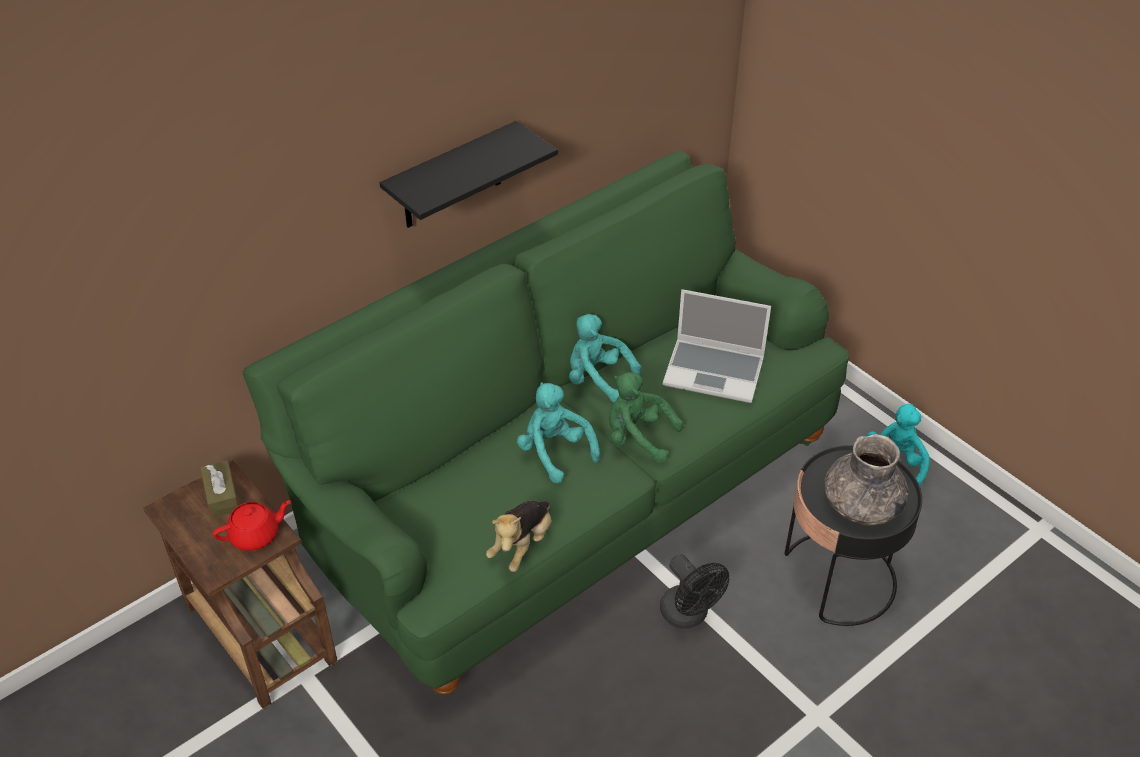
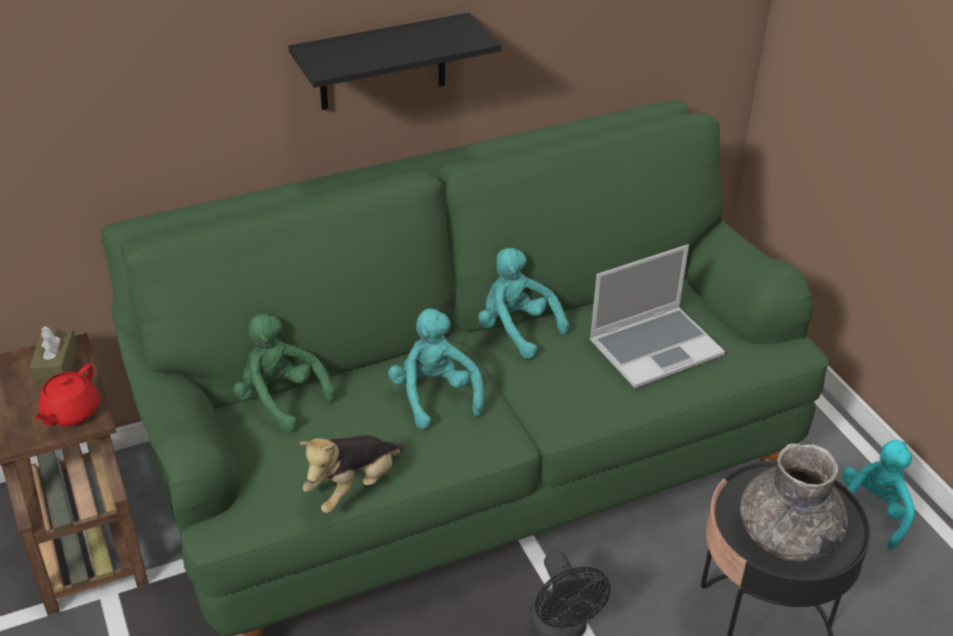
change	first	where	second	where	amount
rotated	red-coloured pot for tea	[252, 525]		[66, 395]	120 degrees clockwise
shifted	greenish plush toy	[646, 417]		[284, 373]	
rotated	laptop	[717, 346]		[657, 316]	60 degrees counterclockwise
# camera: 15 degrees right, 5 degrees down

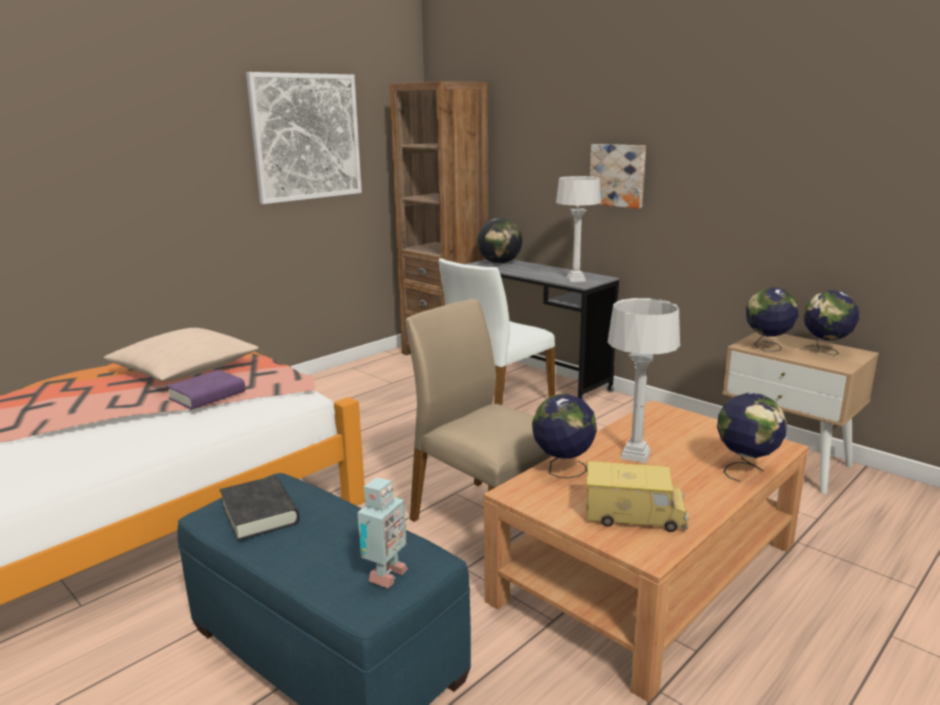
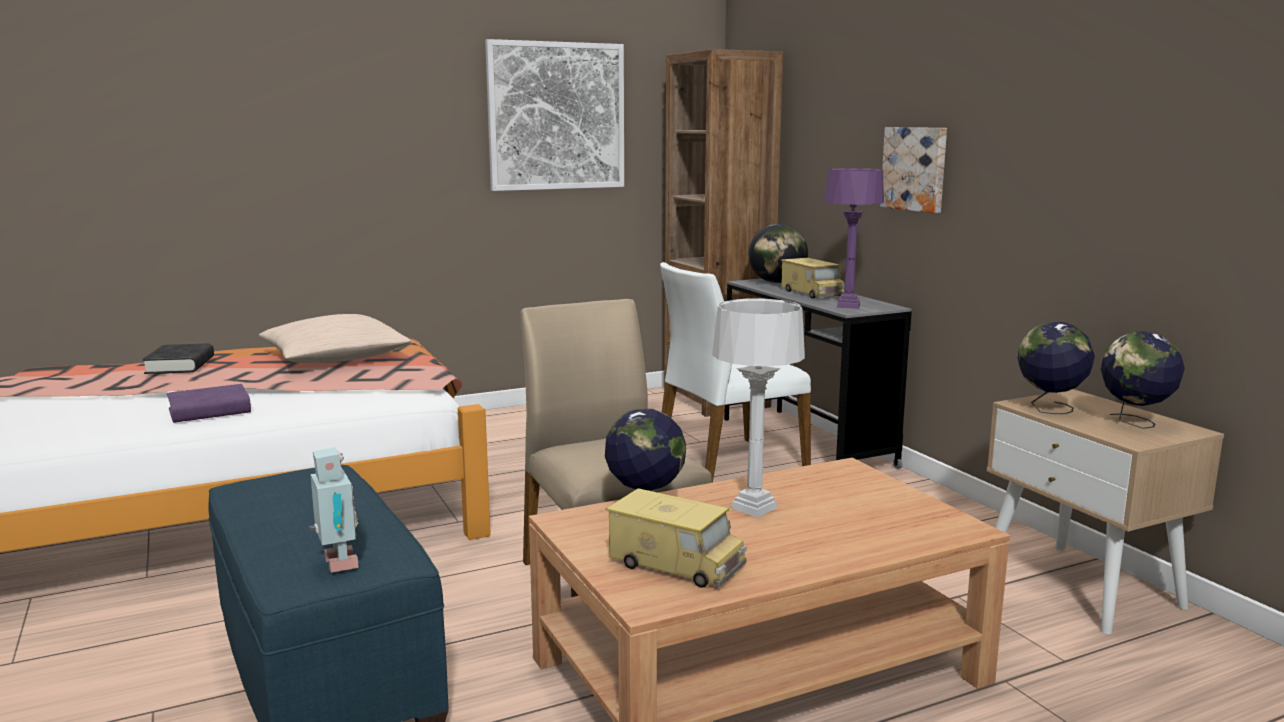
change	first	where	second	where	amount
shifted	black bound book	[259, 508]		[178, 359]	
shifted	purplish bound book	[206, 390]		[209, 403]	
rotated	model robot	[382, 532]		[334, 510]	75 degrees counterclockwise
new			model truck	[813, 278]	
repainted	grey lamp for a table	[578, 229]	purplish lamp for a table	[853, 238]	
gone	globe	[752, 437]			
# camera: 20 degrees right, 5 degrees down

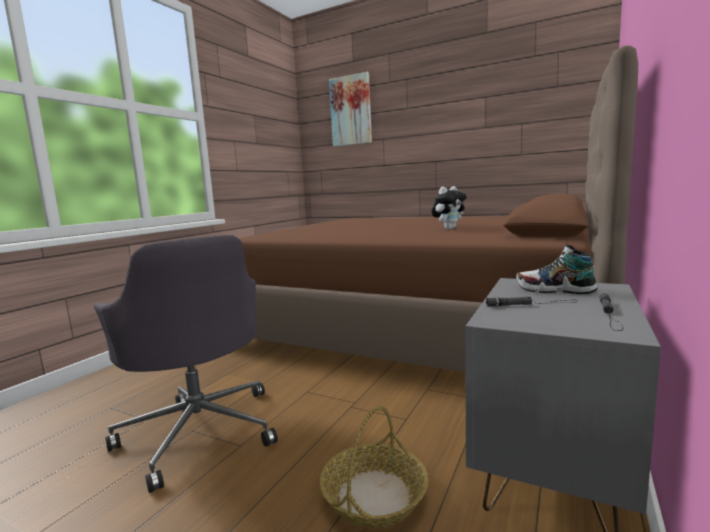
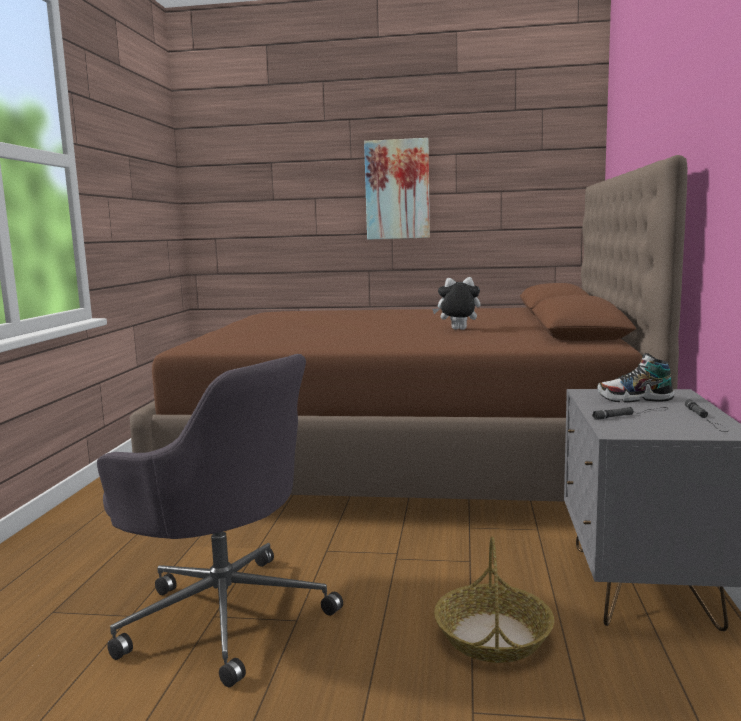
change	first	where	second	where	amount
shifted	wall art	[350, 109]		[397, 189]	
rotated	plush toy	[449, 208]		[456, 303]	120 degrees counterclockwise
# camera: 20 degrees left, 0 degrees up

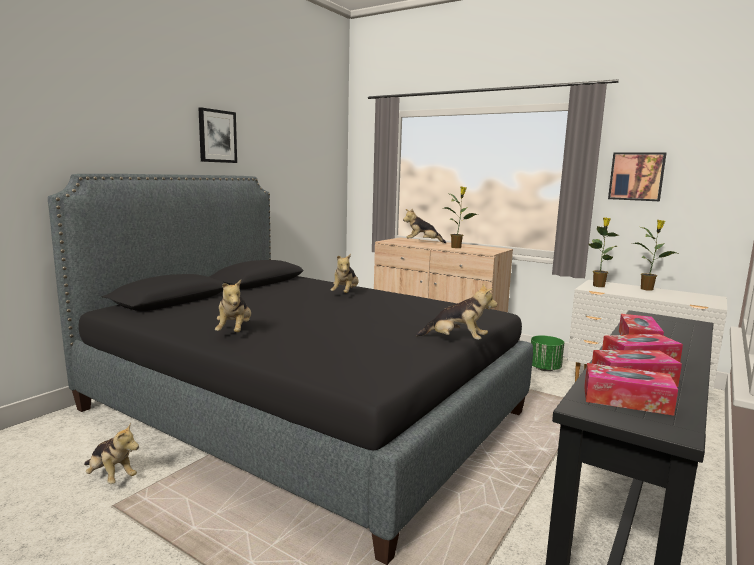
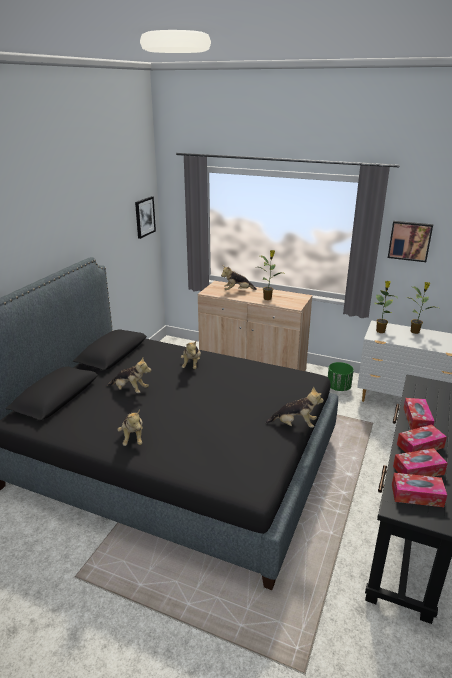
change	first	where	second	where	amount
shifted	plush toy	[111, 453]		[129, 375]	
shifted	wall art	[217, 135]		[145, 217]	
# camera: 10 degrees left, 15 degrees up

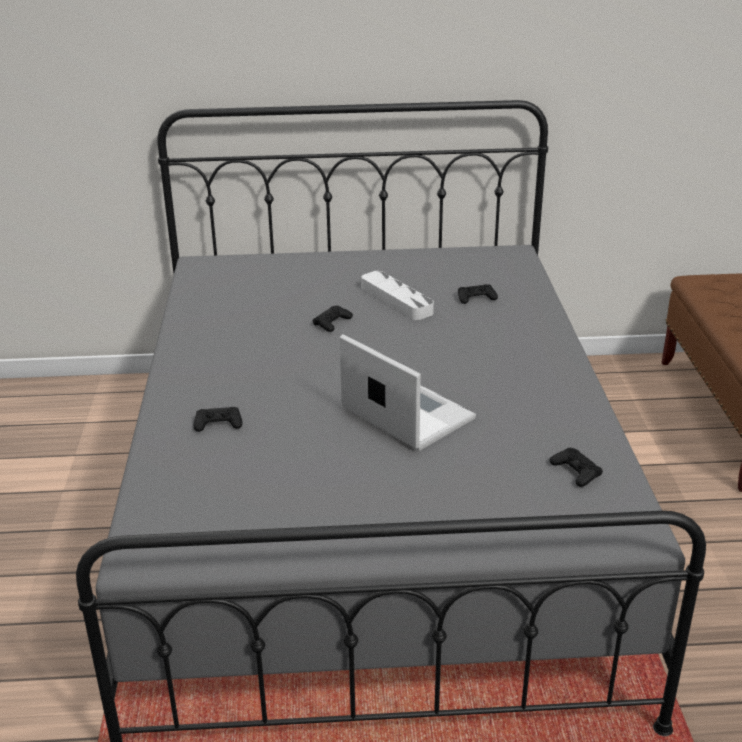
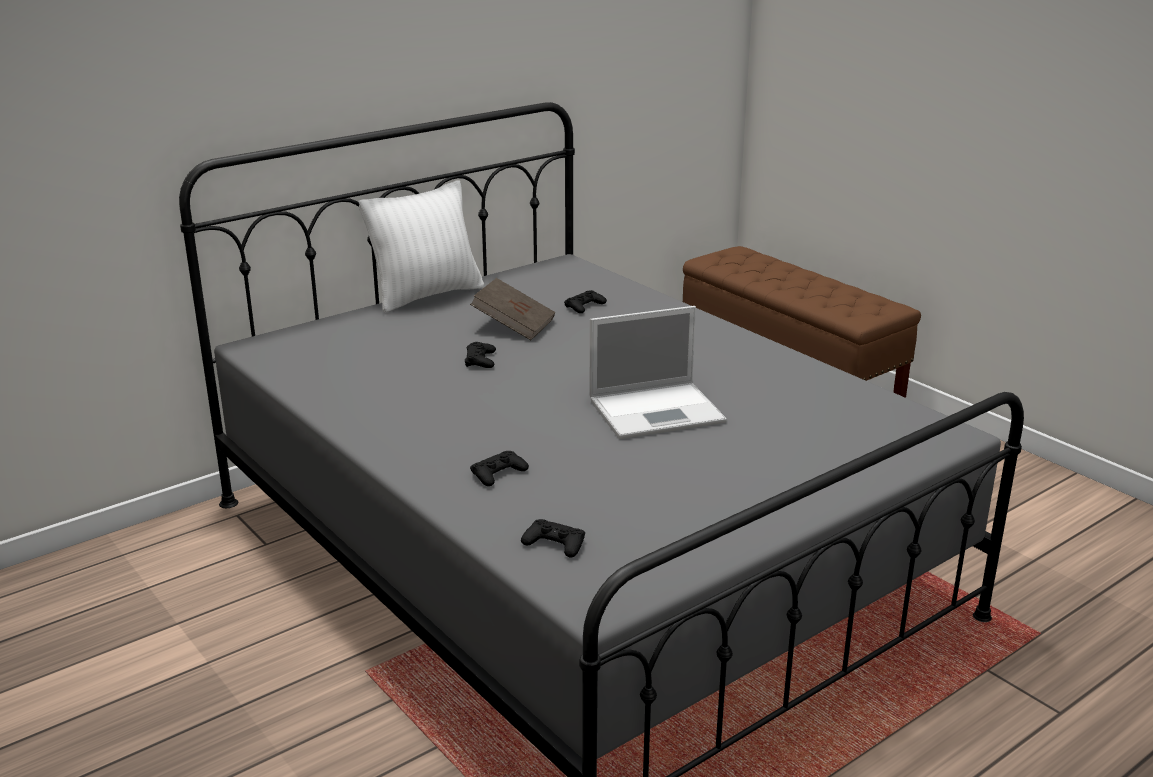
change	first	where	second	where	amount
new			whitish throw pillow	[421, 246]	
swapped	whitish serving tray	[397, 295]	brown bound book	[512, 309]	
shifted	black game controller	[576, 467]		[553, 538]	
rotated	laptop	[408, 392]		[658, 372]	150 degrees clockwise
# camera: 35 degrees left, 5 degrees down

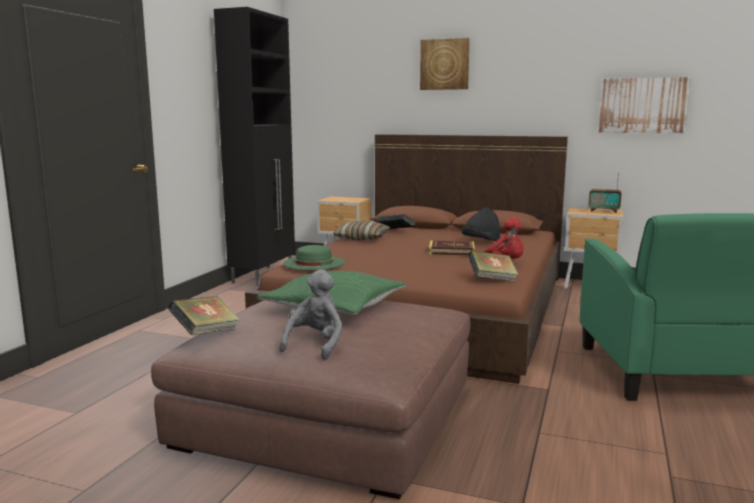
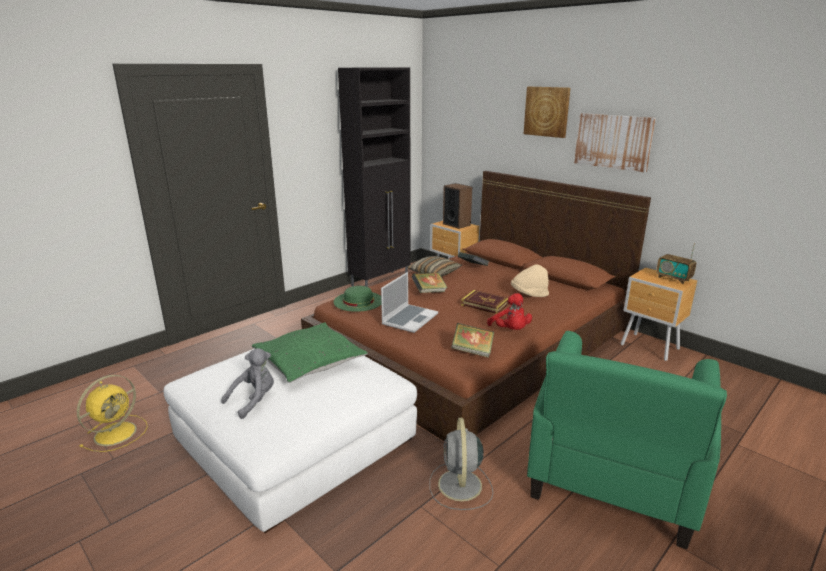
change	first	where	second	where	amount
new			yellow-coloured cooling fan	[112, 413]	
repainted	brown footrest	[310, 399]	whitish footrest	[290, 441]	
new			laptop	[409, 302]	
shifted	bound book	[204, 315]		[430, 283]	
new			grey cooling fan	[461, 464]	
new			speaker	[457, 206]	
repainted	black wearable hat	[481, 224]	beige wearable hat	[530, 280]	
shifted	wall art	[645, 105]		[615, 142]	
# camera: 25 degrees right, 10 degrees up

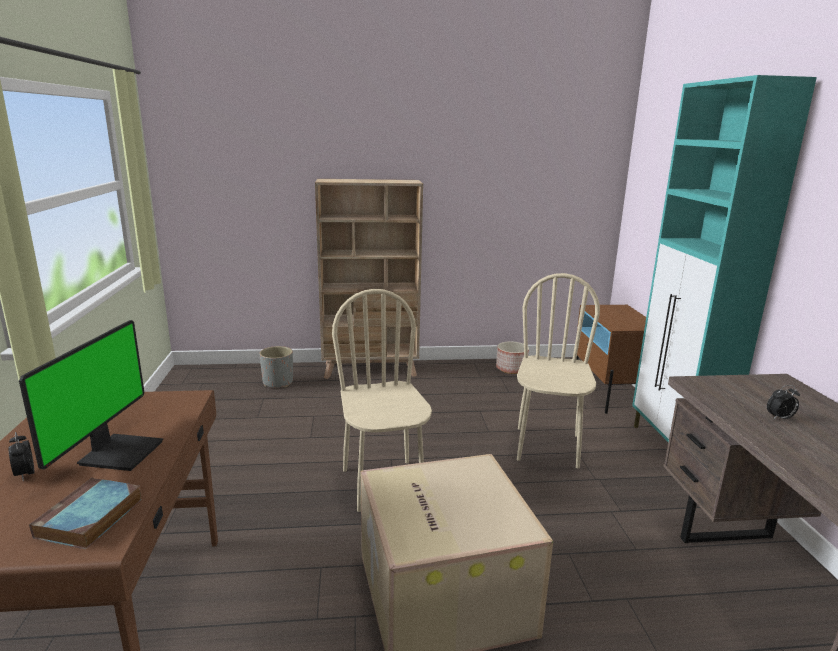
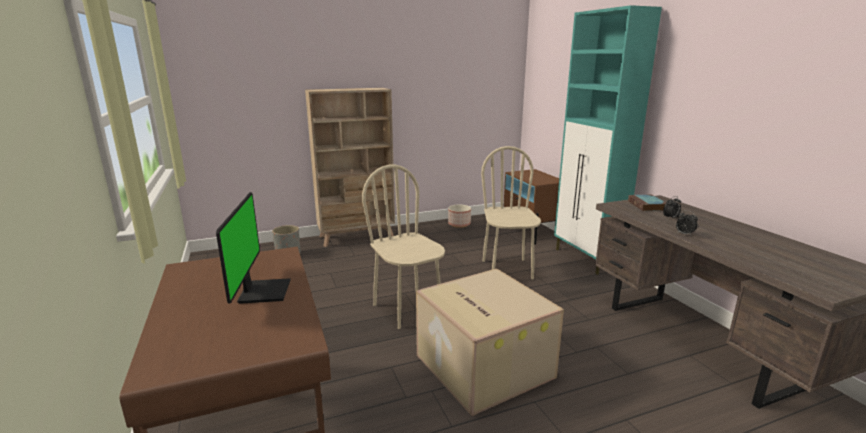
change	first	where	second	where	amount
shifted	bound book	[85, 513]		[647, 203]	
shifted	table clock	[22, 456]		[687, 222]	
# camera: 15 degrees left, 0 degrees up

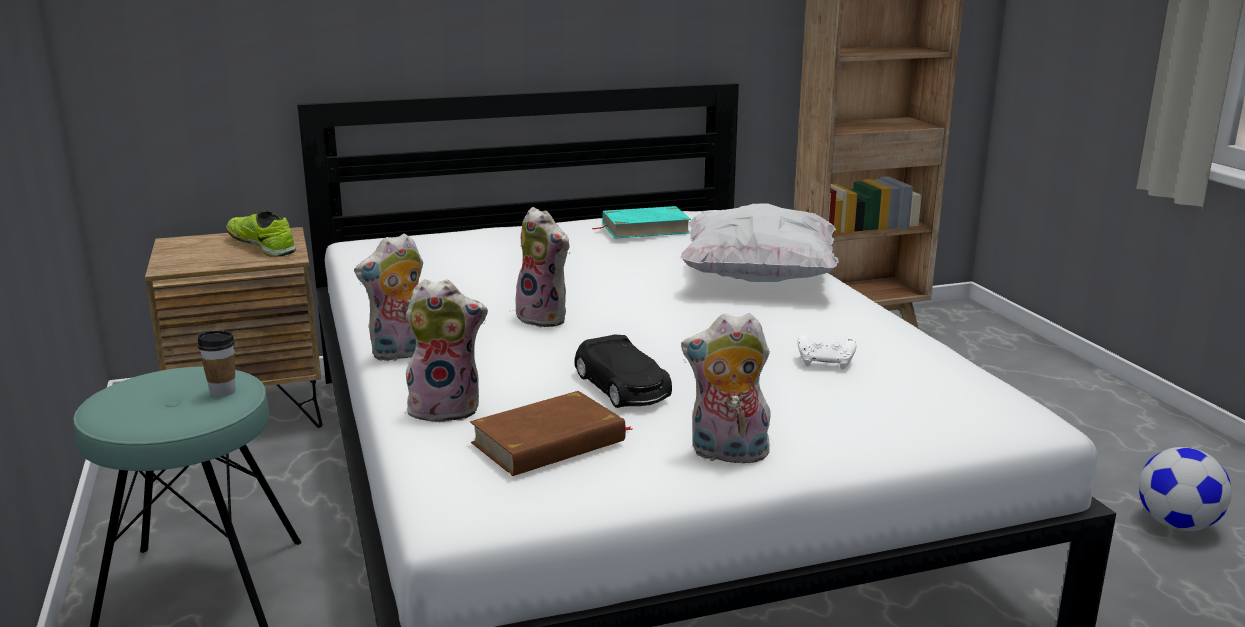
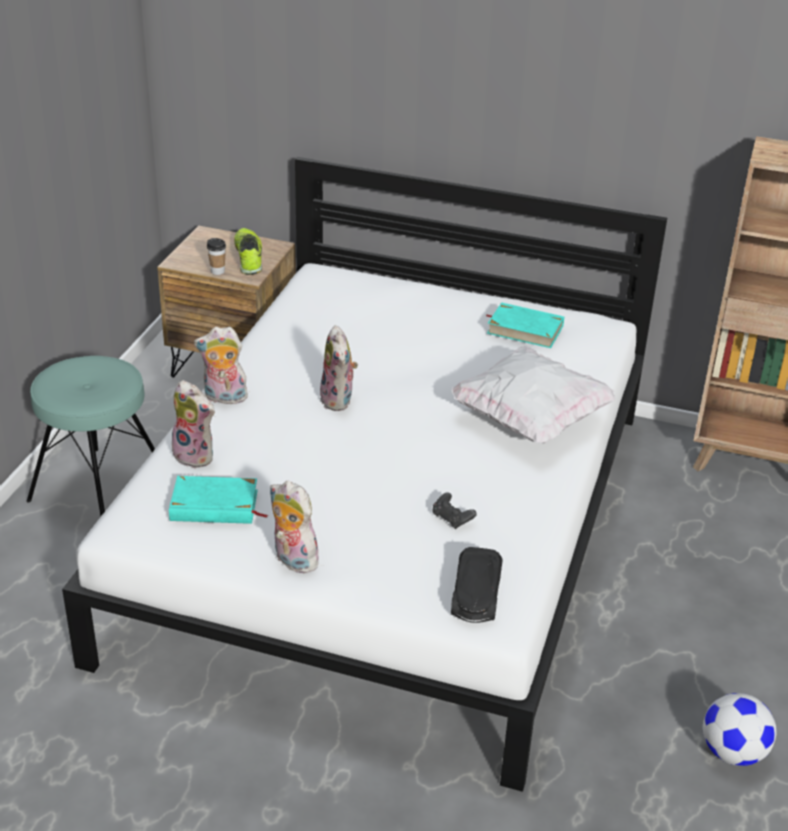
change	first	where	second	where	amount
repainted	brown bound book	[551, 433]	turquoise bound book	[218, 500]	
shifted	small cup	[216, 364]		[216, 256]	
repainted	whitish game controller	[827, 352]	black game controller	[455, 510]	
shifted	black toy car	[623, 371]		[476, 585]	
# camera: 35 degrees right, 15 degrees up

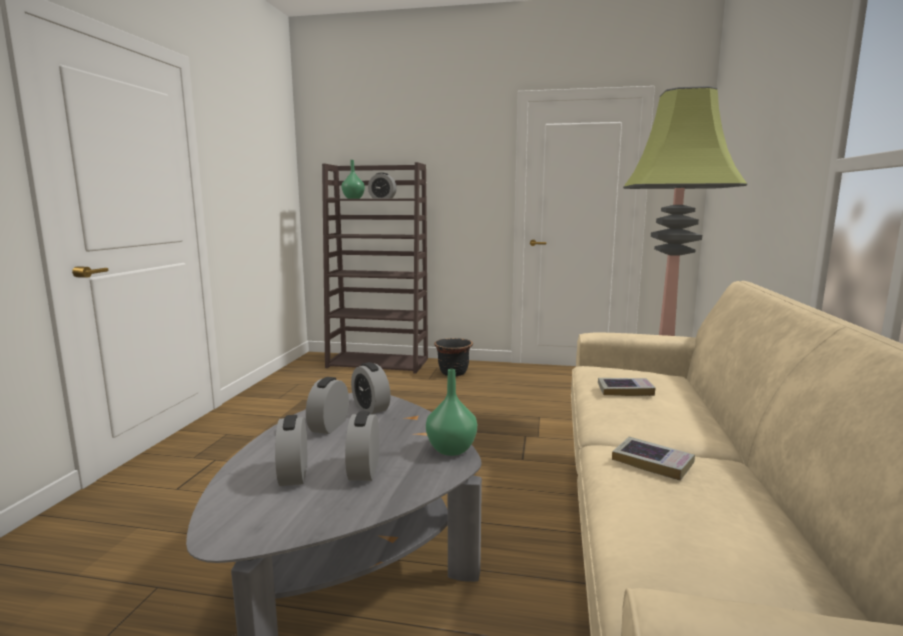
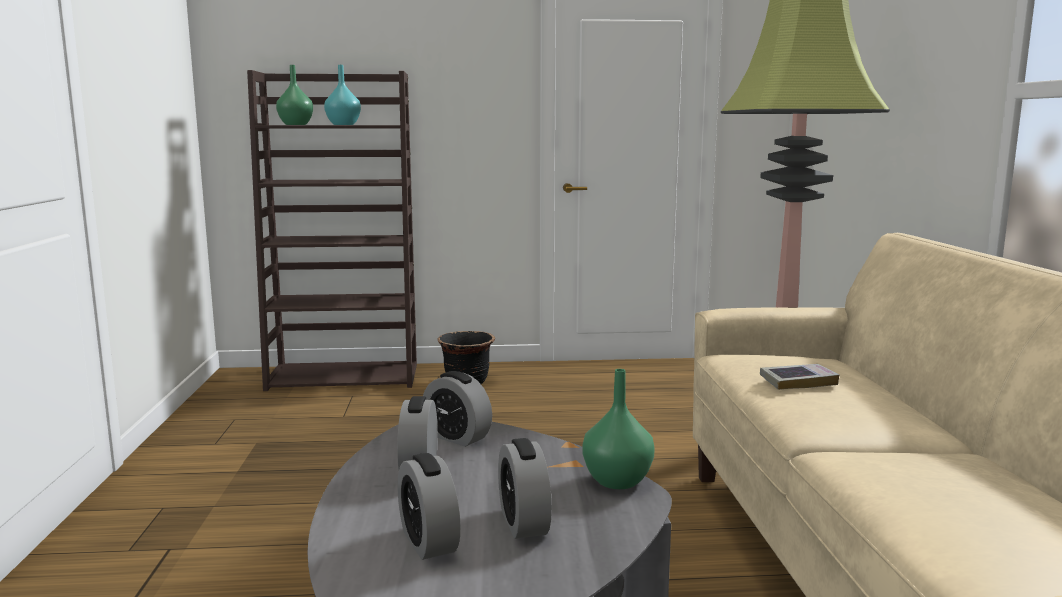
change	first	where	second	where	amount
swapped	table clock	[382, 185]	turquoise flower vase	[342, 95]	
gone	bound book	[653, 459]			
# camera: 15 degrees left, 0 degrees up

